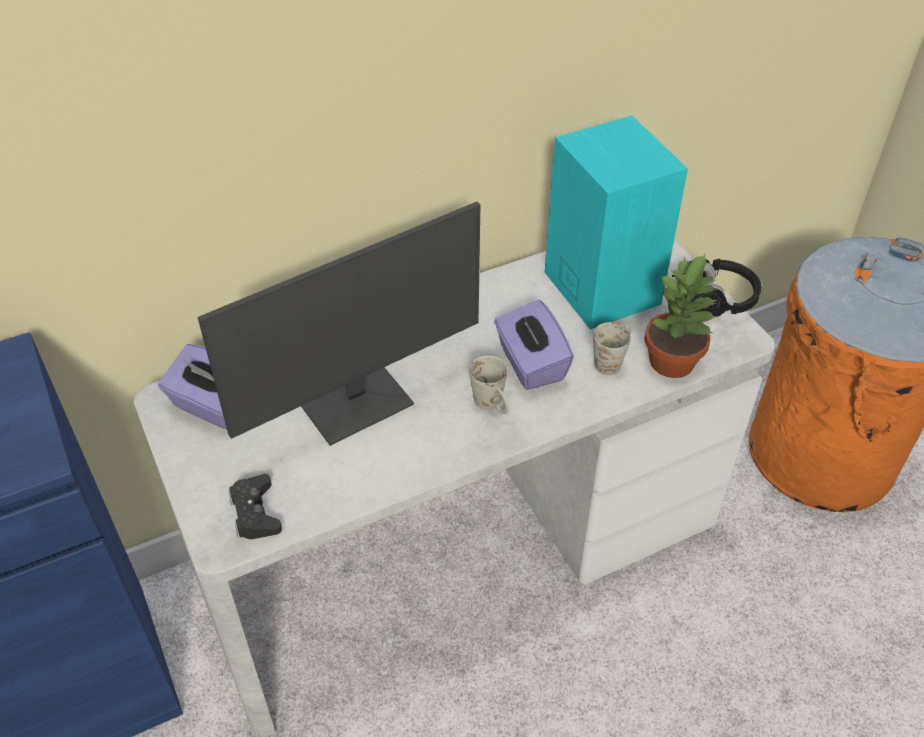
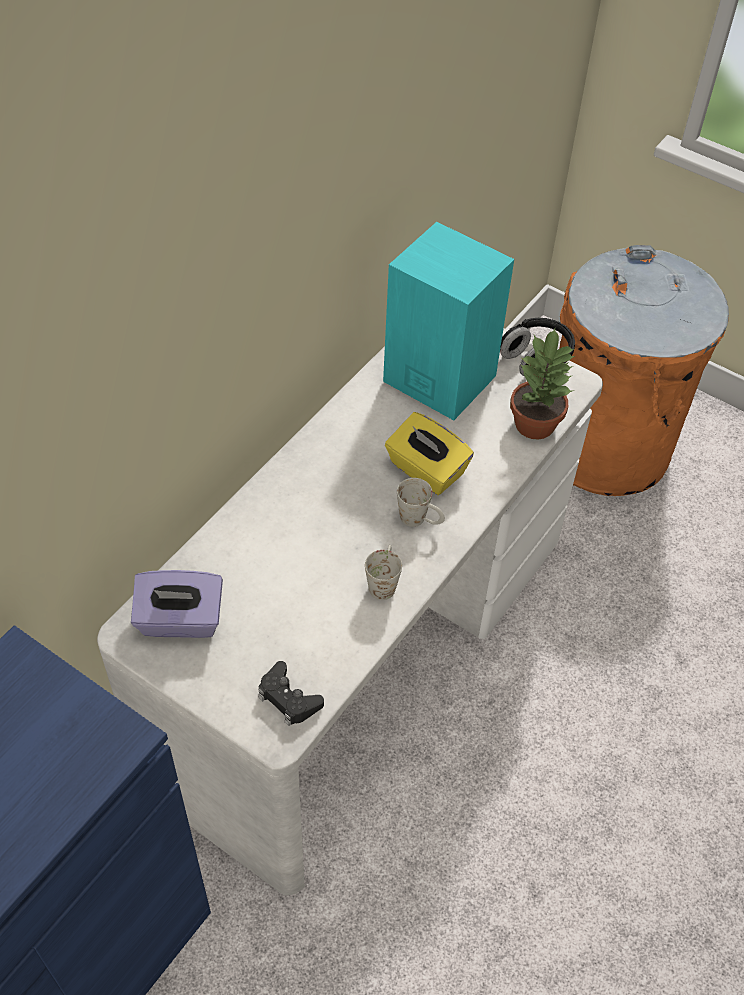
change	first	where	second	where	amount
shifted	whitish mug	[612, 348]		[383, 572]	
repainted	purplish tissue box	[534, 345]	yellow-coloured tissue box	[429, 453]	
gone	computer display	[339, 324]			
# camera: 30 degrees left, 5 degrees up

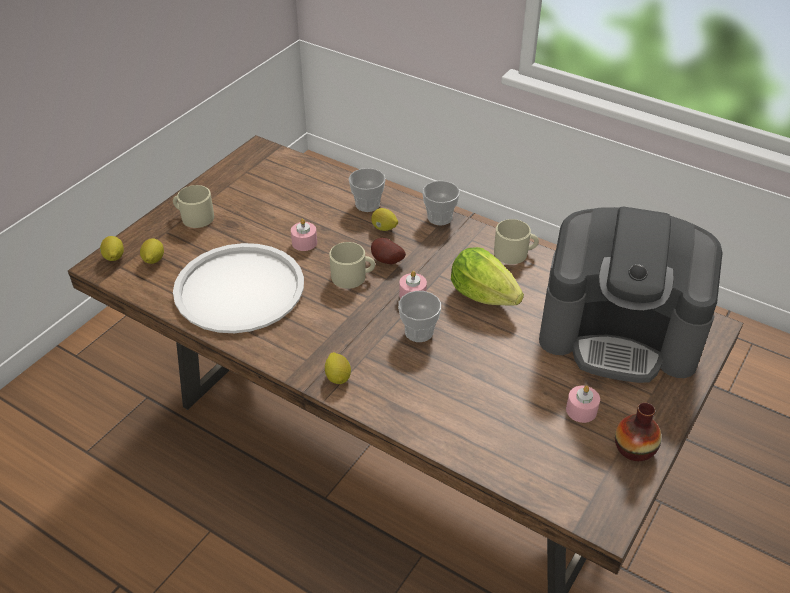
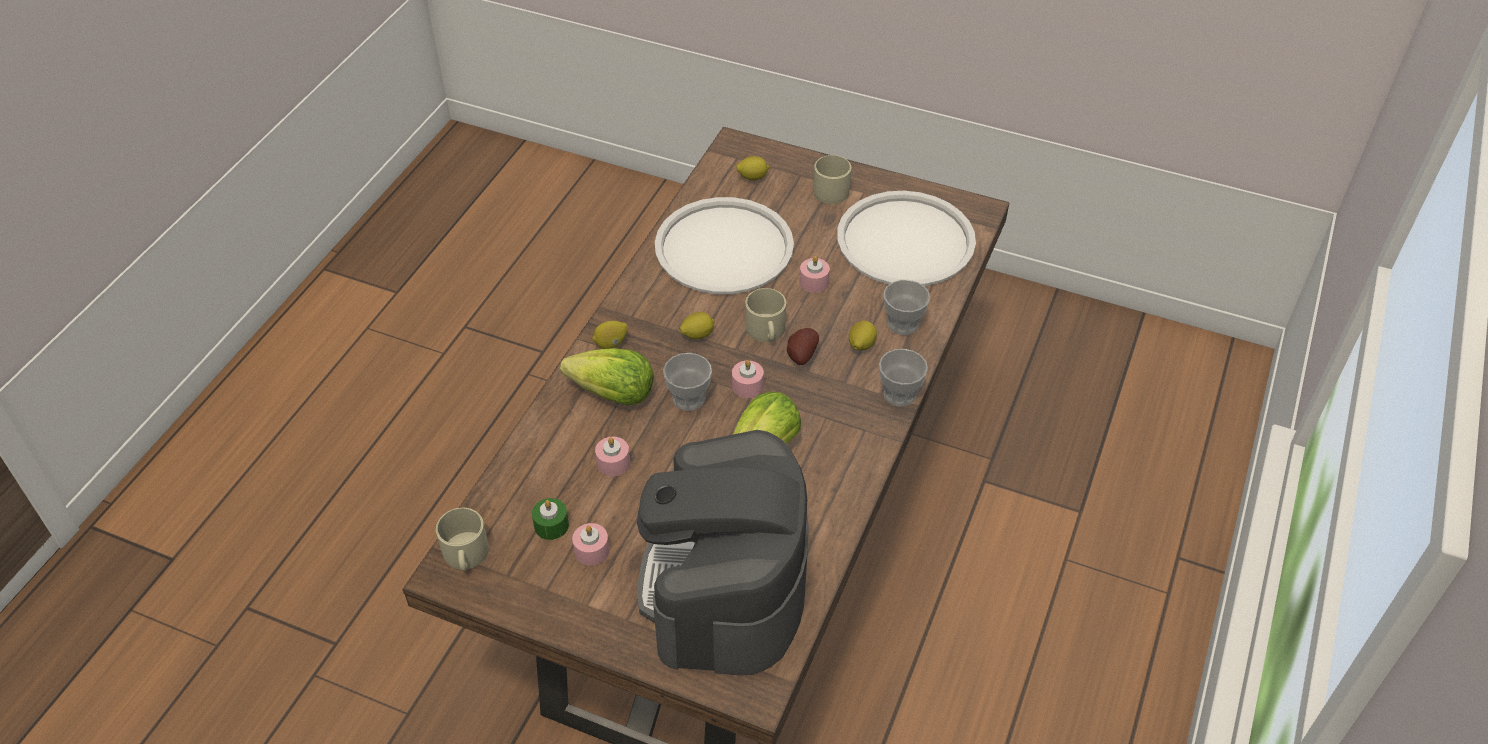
change	first	where	second	where	amount
shifted	beige mug	[516, 241]		[462, 539]	
new			greenish wax light	[550, 519]	
new			lettuce	[607, 377]	
new			pink wax light	[612, 456]	
shifted	citrus fruit	[112, 248]		[697, 326]	
new			whitish serving tray	[906, 238]	
gone	flower vase	[638, 431]			
# camera: 80 degrees right, 5 degrees up

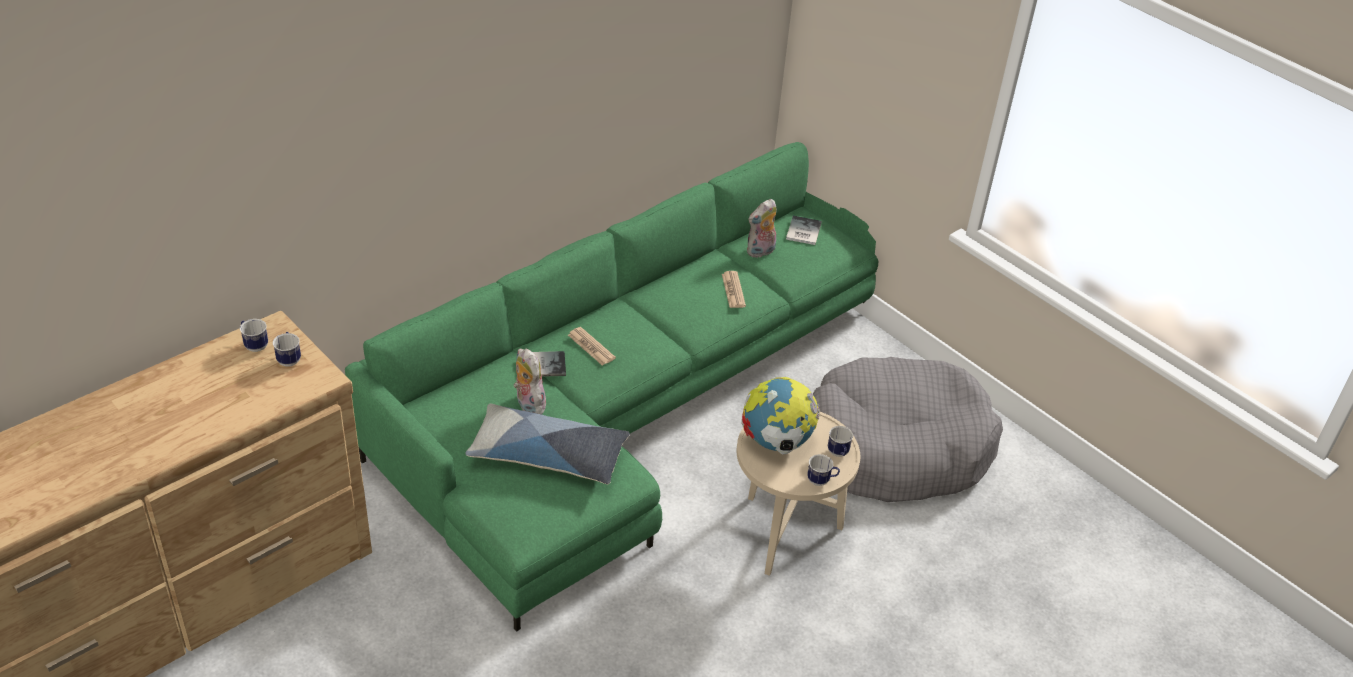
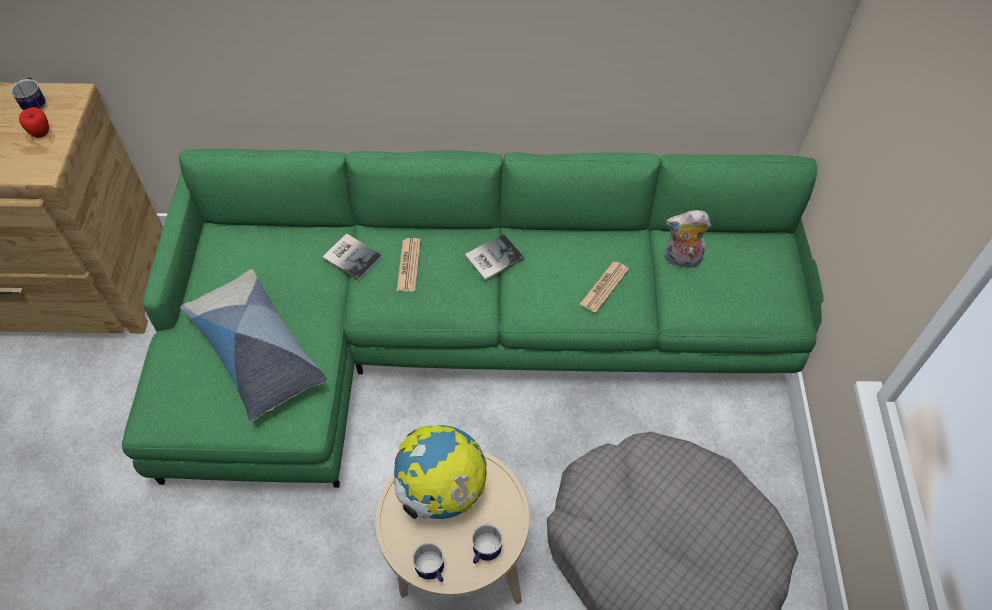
change	first	where	second	where	amount
swapped	mug	[287, 349]	apple fruit	[34, 122]	
shifted	bound book	[804, 230]		[494, 257]	
gone	plush toy	[530, 382]			
# camera: 45 degrees right, 15 degrees up

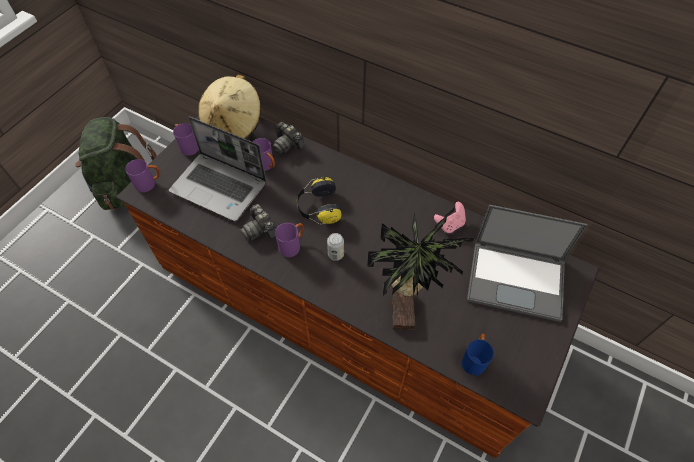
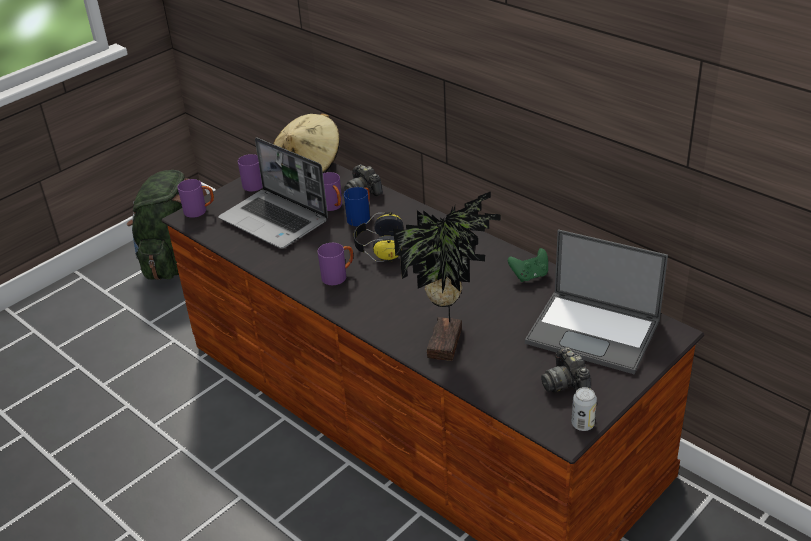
change	first	where	second	where	amount
shifted	bluish mug	[478, 355]		[357, 206]	
repainted	pink game controller	[450, 217]	greenish game controller	[528, 265]	
shifted	photo camera	[258, 222]		[566, 370]	
shifted	metal can	[335, 247]		[584, 409]	
# camera: 15 degrees right, 20 degrees down

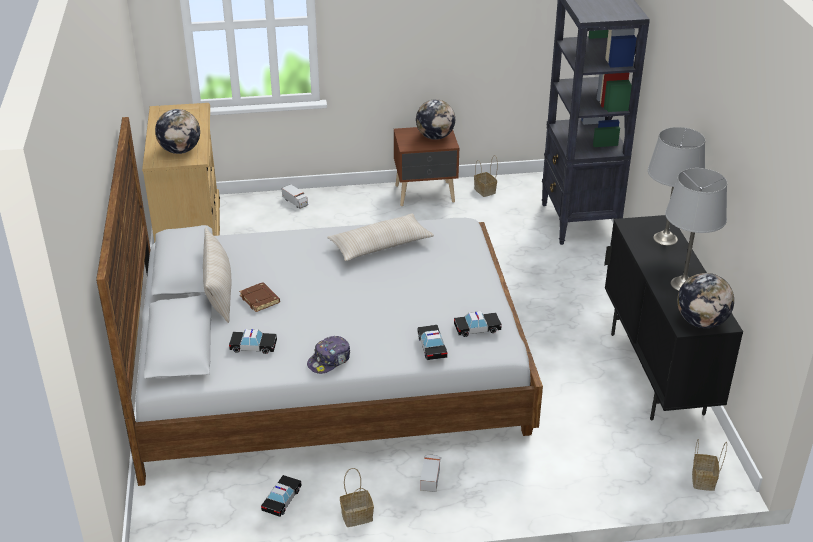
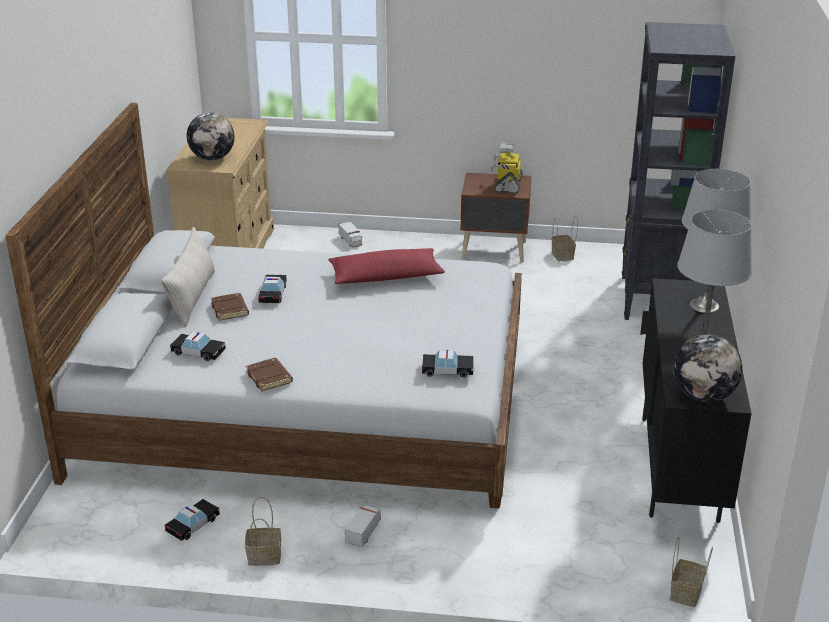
change	first	where	second	where	amount
swapped	cap	[328, 355]	brown bound book	[269, 375]	
shifted	toy car	[432, 342]		[272, 288]	
repainted	beige throw pillow	[380, 237]	red-coloured throw pillow	[386, 266]	
swapped	globe	[435, 119]	model robot	[507, 168]	
# camera: 15 degrees right, 5 degrees down

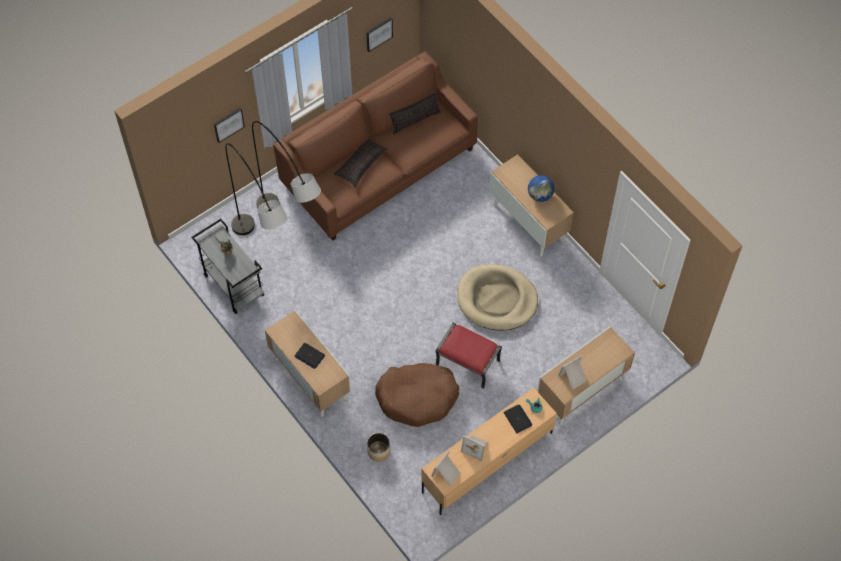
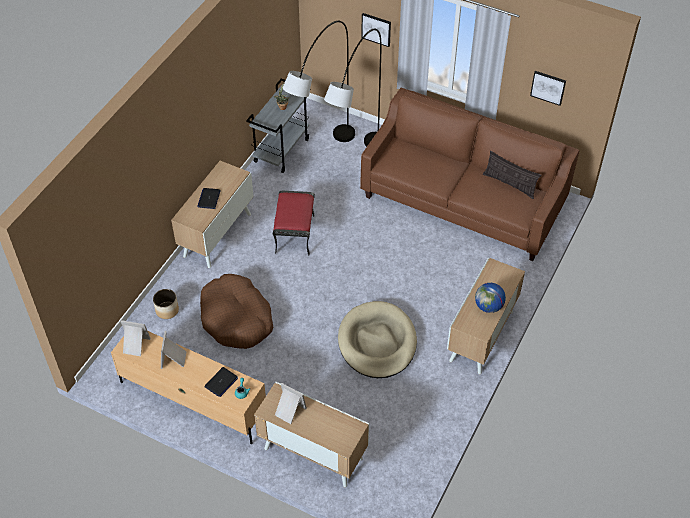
change	first	where	second	where	amount
shifted	red-coloured footrest	[468, 356]		[294, 223]	
gone	throw pillow	[361, 162]			
# camera: 65 degrees right, 10 degrees down

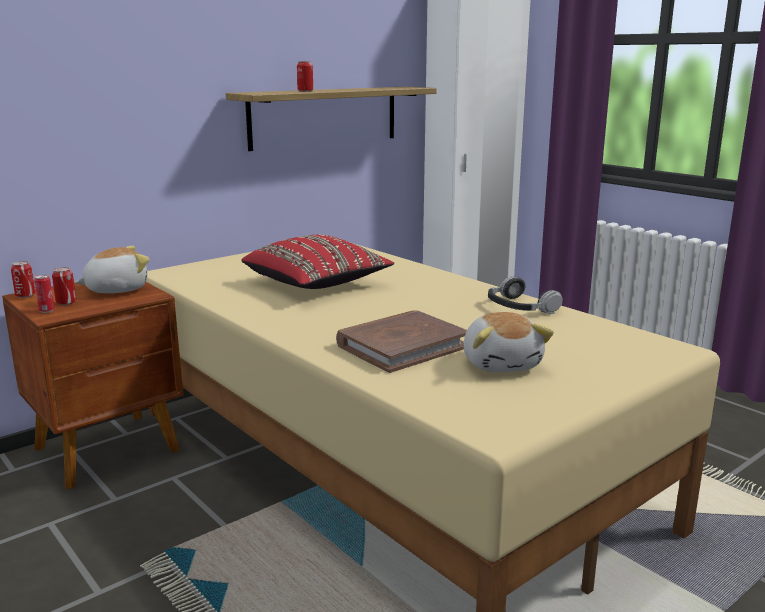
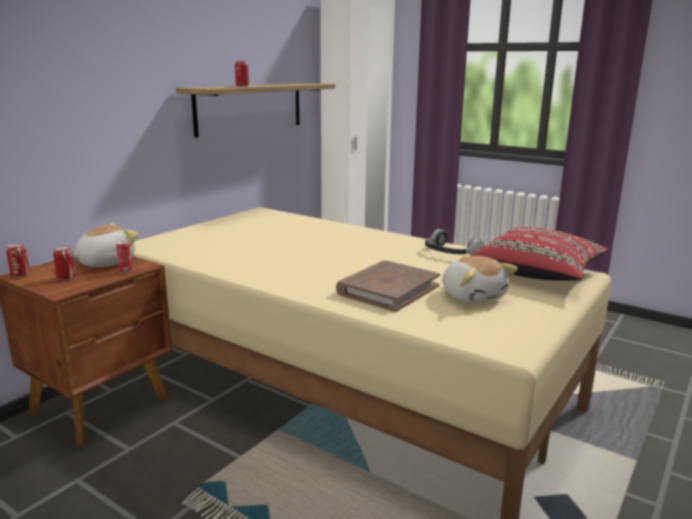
change	first	where	second	where	amount
shifted	metal can	[44, 294]		[124, 257]	
shifted	red-coloured throw pillow	[317, 262]		[540, 253]	
# camera: 15 degrees left, 0 degrees up

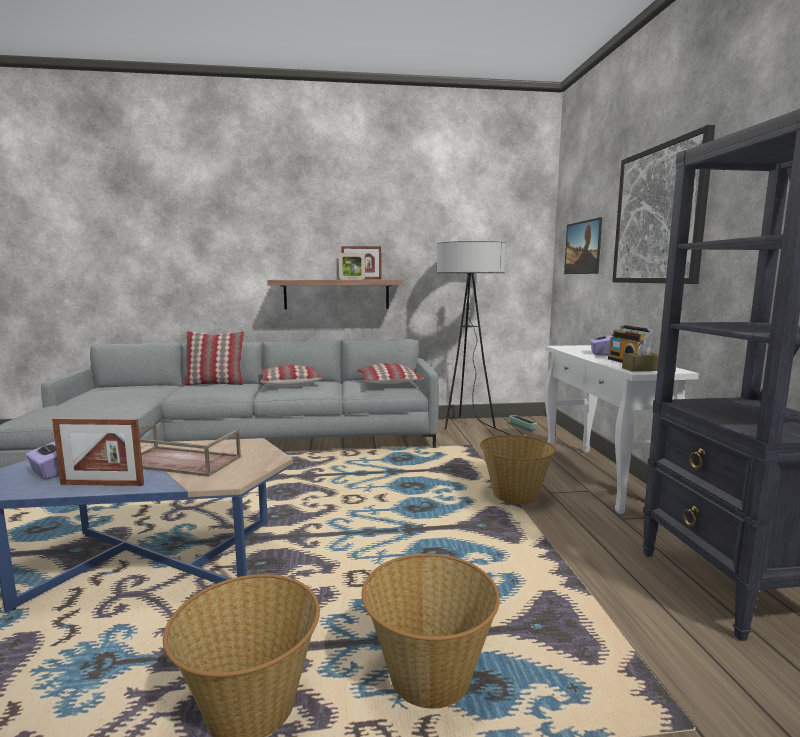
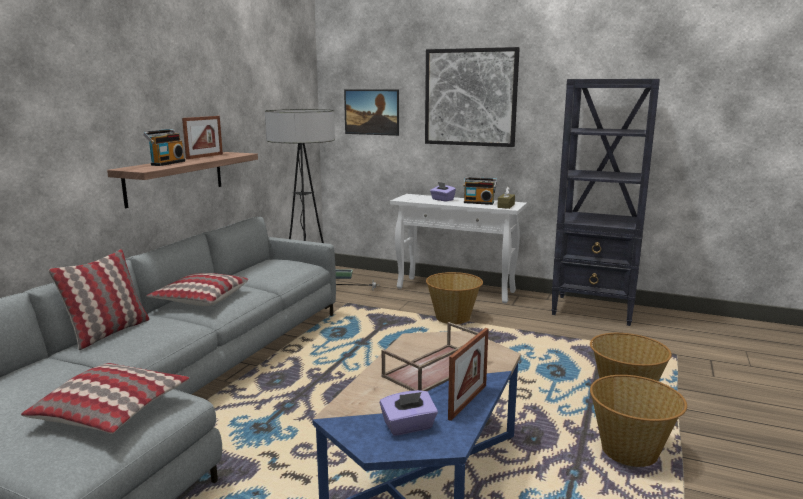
change	first	where	second	where	amount
shifted	throw pillow	[390, 373]		[105, 398]	
new			radio	[164, 147]	
gone	standing frame	[352, 266]			
# camera: 60 degrees left, 5 degrees up

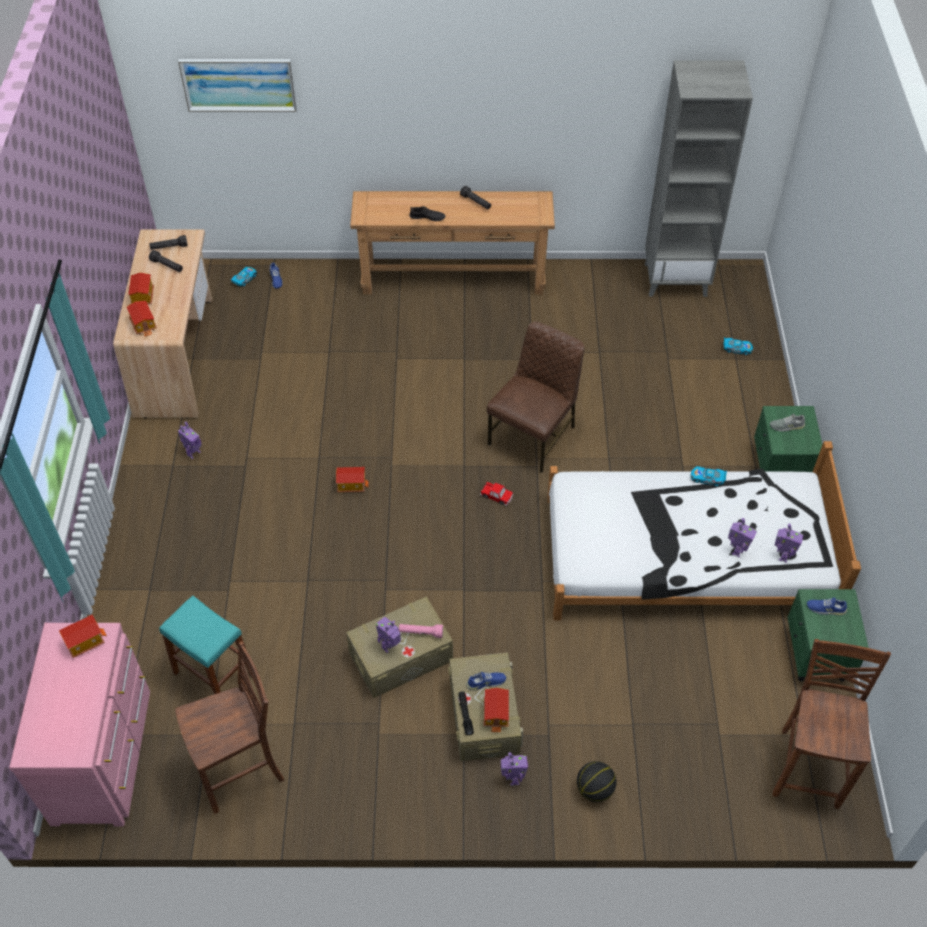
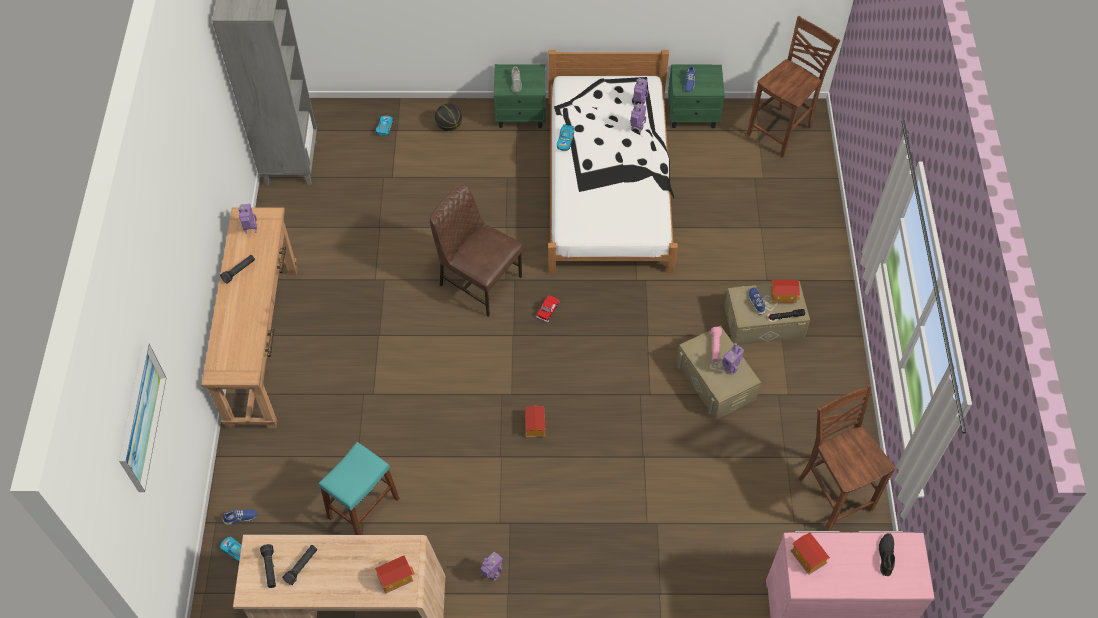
change	first	where	second	where	amount
shifted	model robot	[514, 769]		[247, 219]	
shifted	turquoise sitting stool	[205, 644]		[359, 488]	
shifted	ball for basketball	[597, 781]		[448, 117]	
rotated	brown upright chair	[832, 724]		[793, 86]	120 degrees clockwise
shifted	black item of footwear	[427, 213]		[887, 554]	
gone	toy house	[141, 289]			
# camera: 90 degrees left, 5 degrees up

